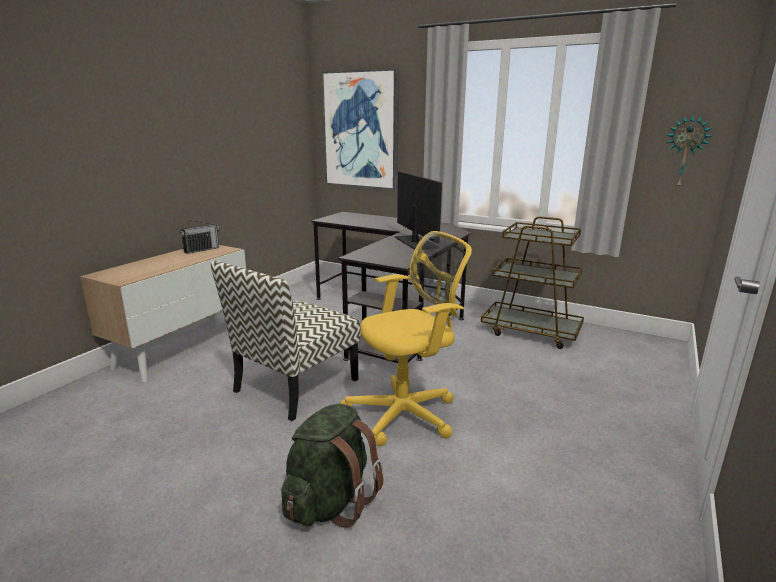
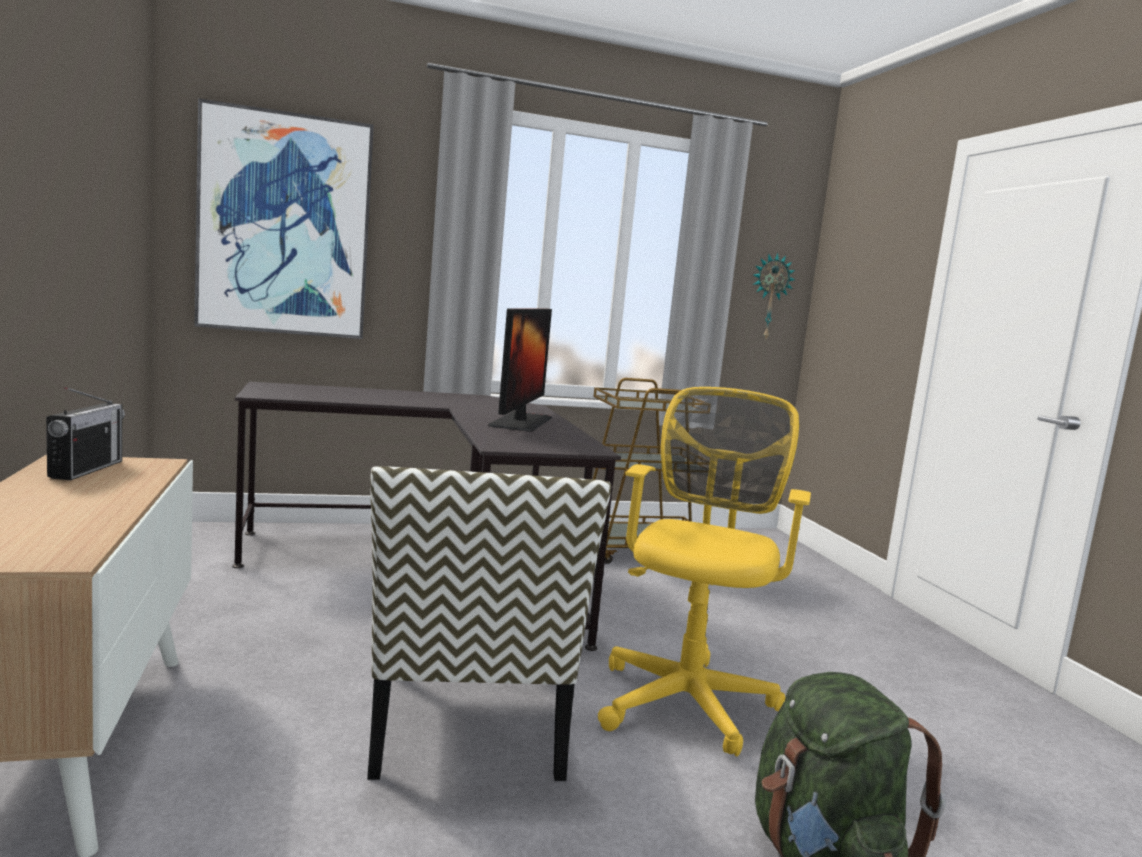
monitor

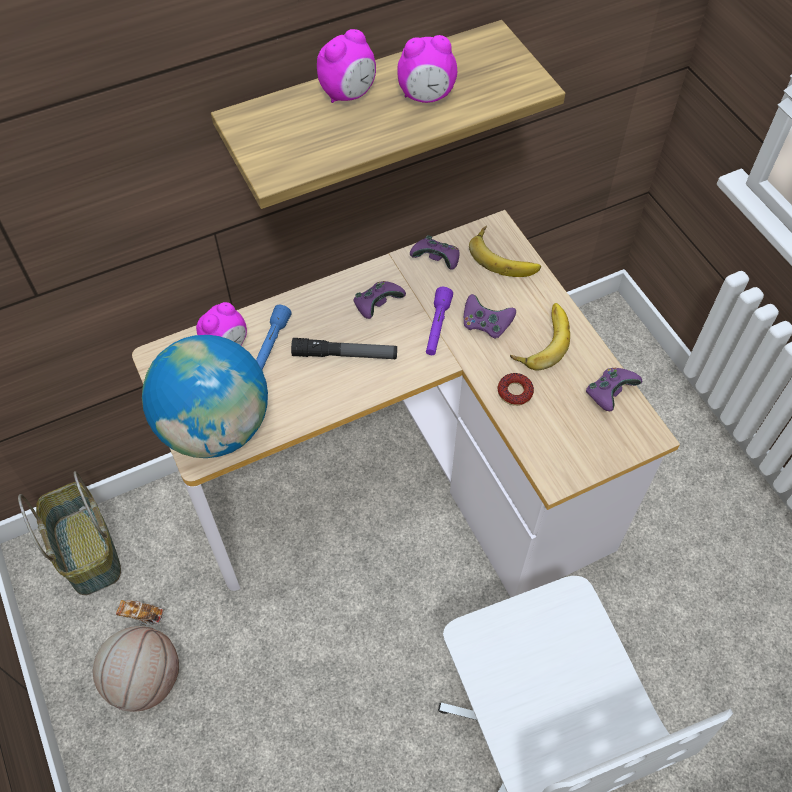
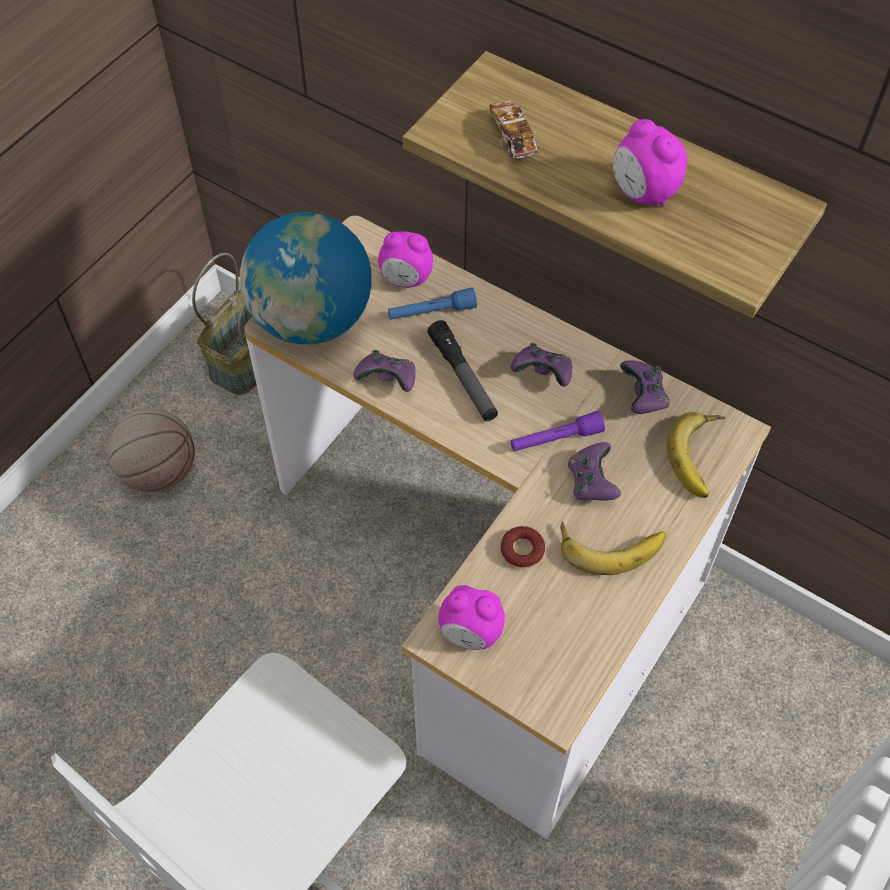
mando de consola [morado] (no. 1 from left)
despertador (no. 2 from left)
coche de juguete

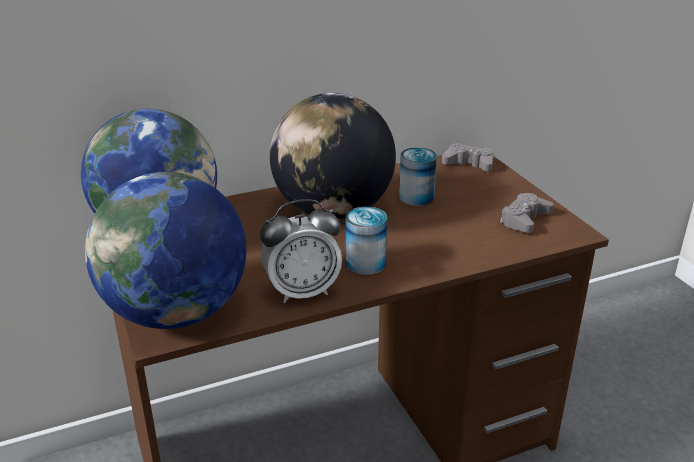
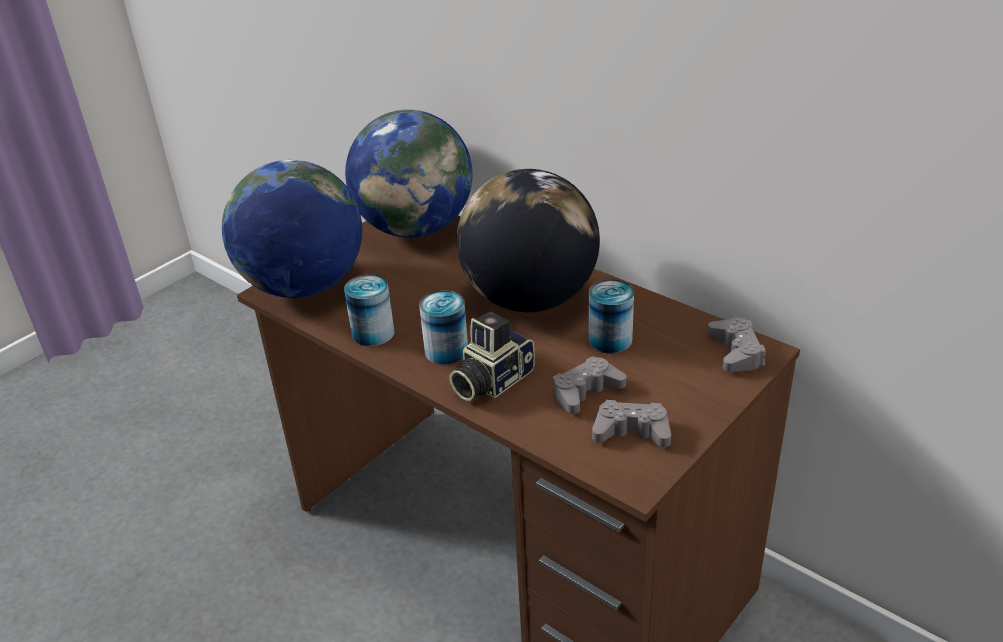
lata (no. 1 from left)
cámara
mando de consola [gris] (no. 1 from left)

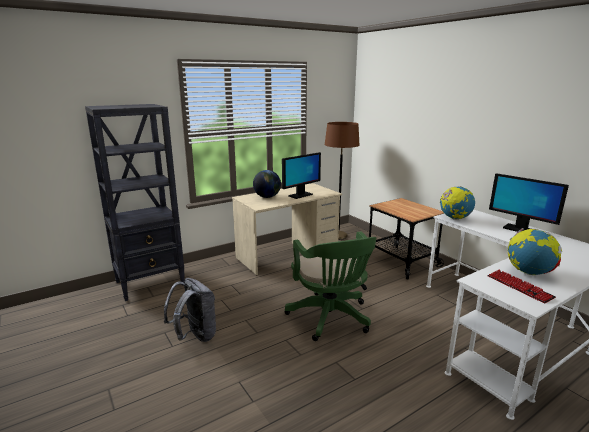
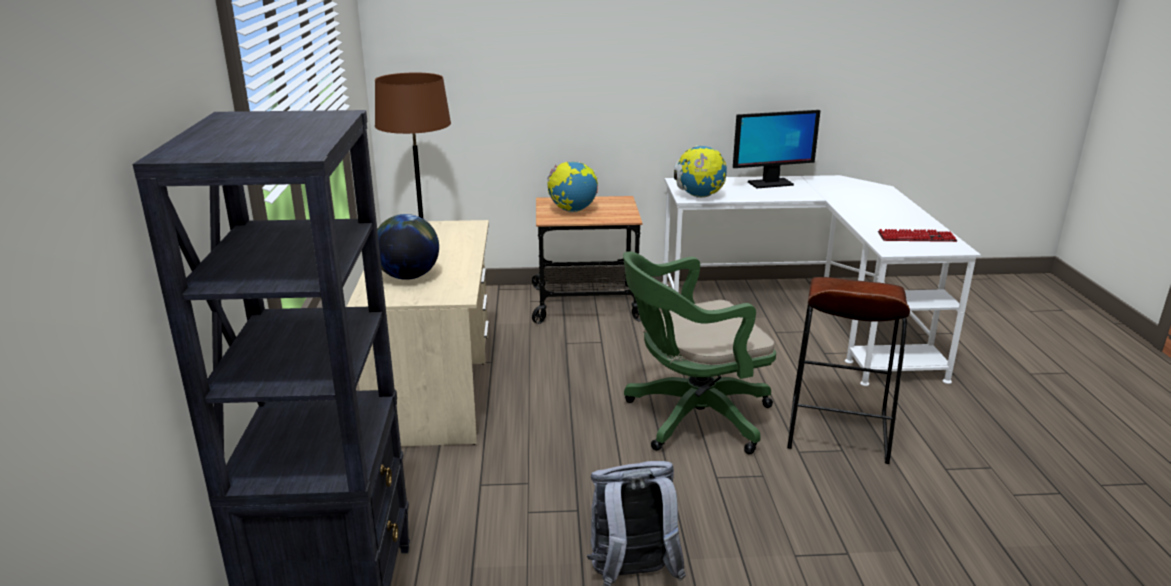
globo terráqueo (no. 2 from left)
silla de oficina [verde]
taburete [marrón]
monitor (no. 1 from left in the first image)

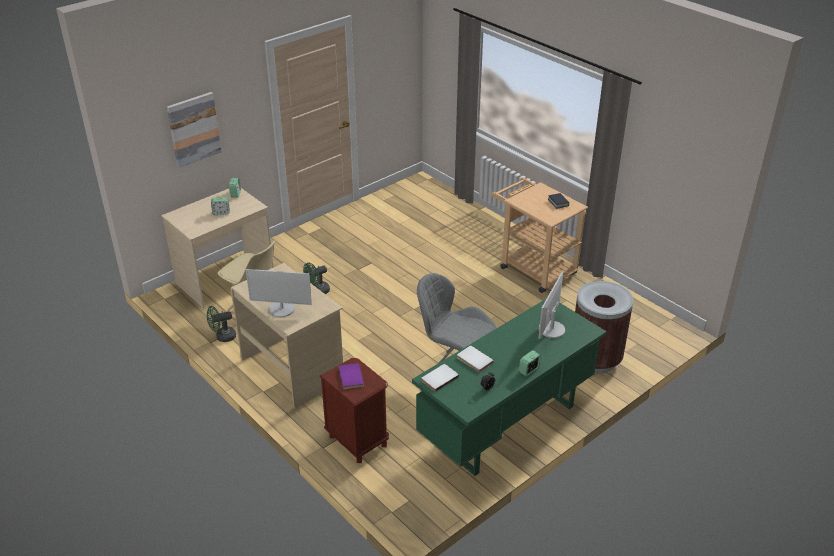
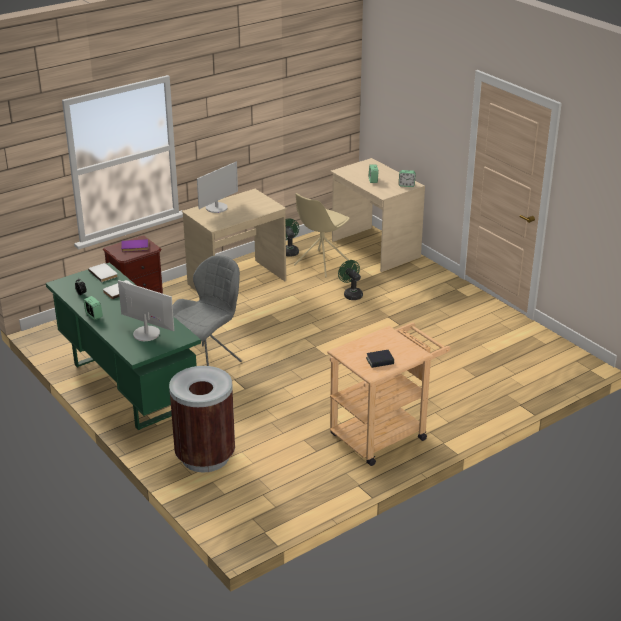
monitor (no. 2 from left)
cuadro

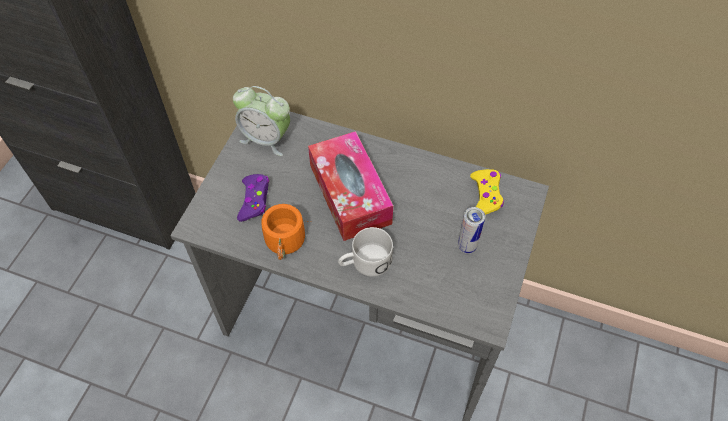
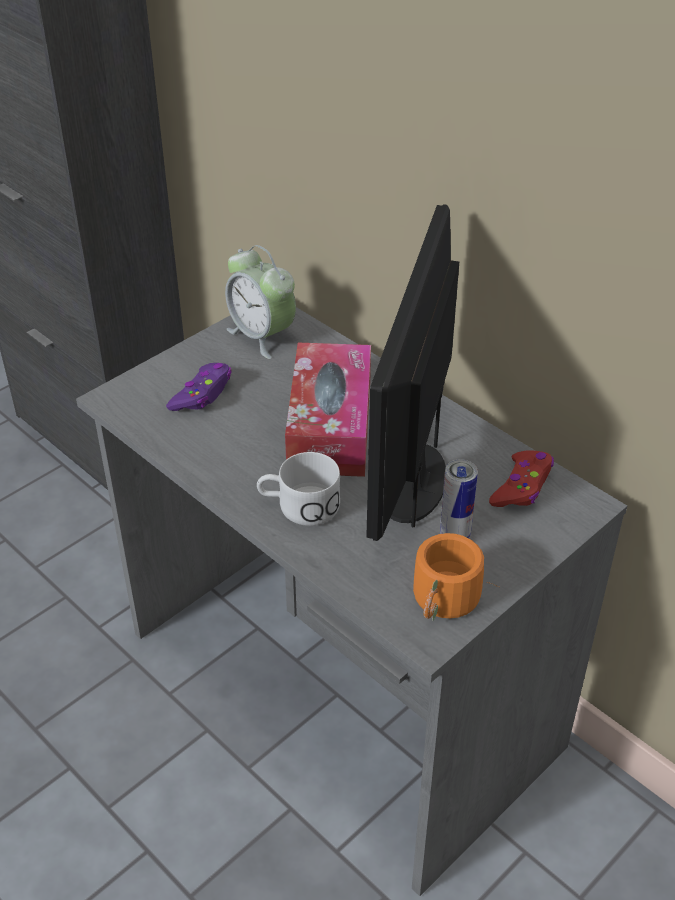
monitor
taza grande [naranja]
mando de consola [rojo]

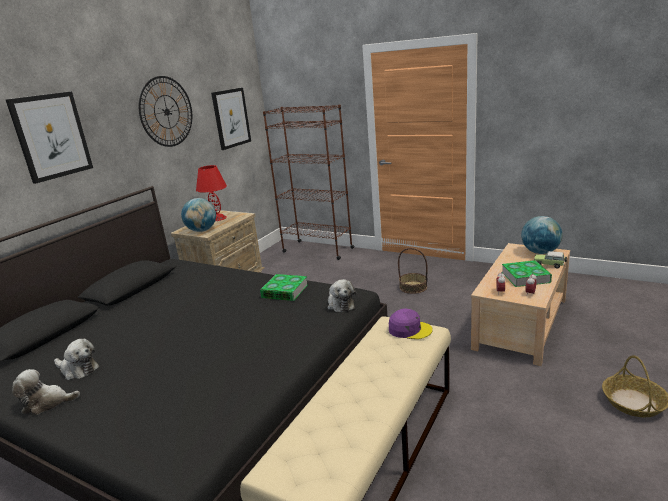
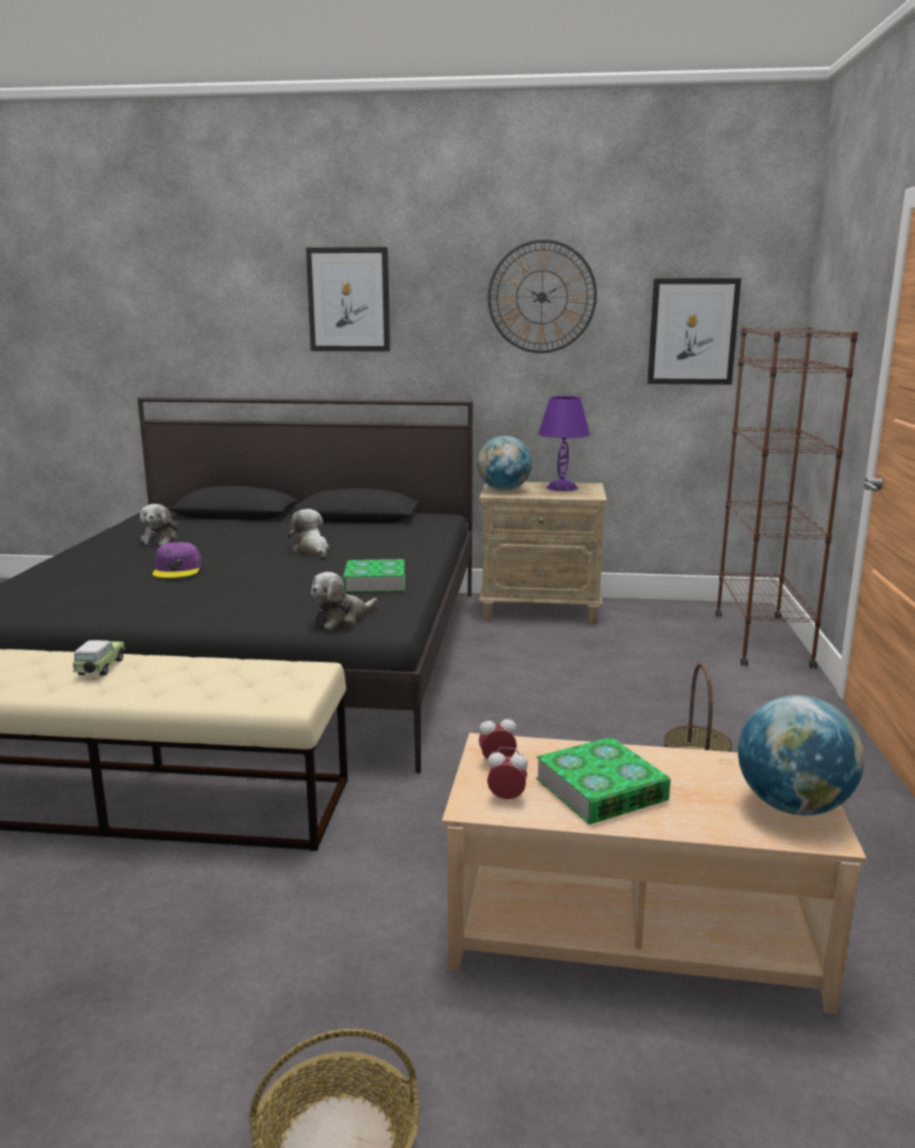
coche de juguete
gorra [morado]
peluche (no. 2 from left)
lámpara de mesa [morado]

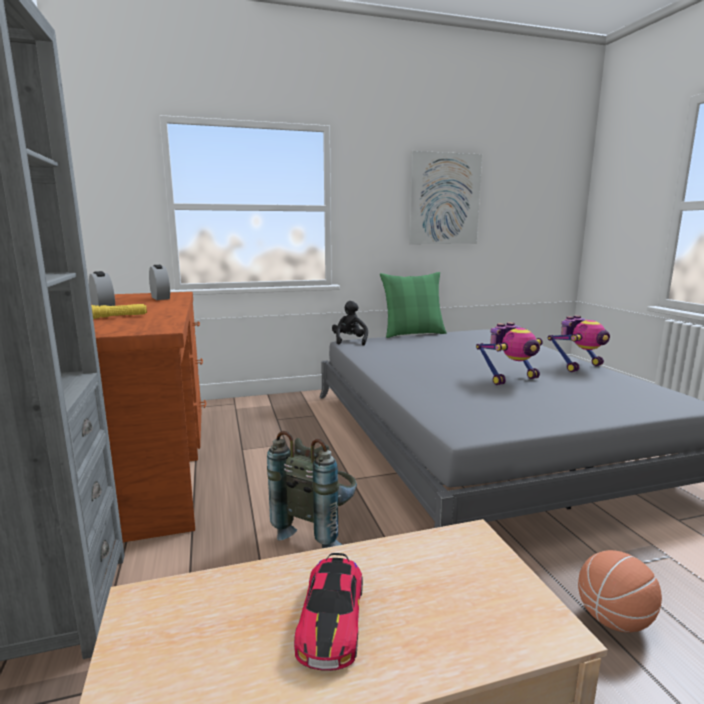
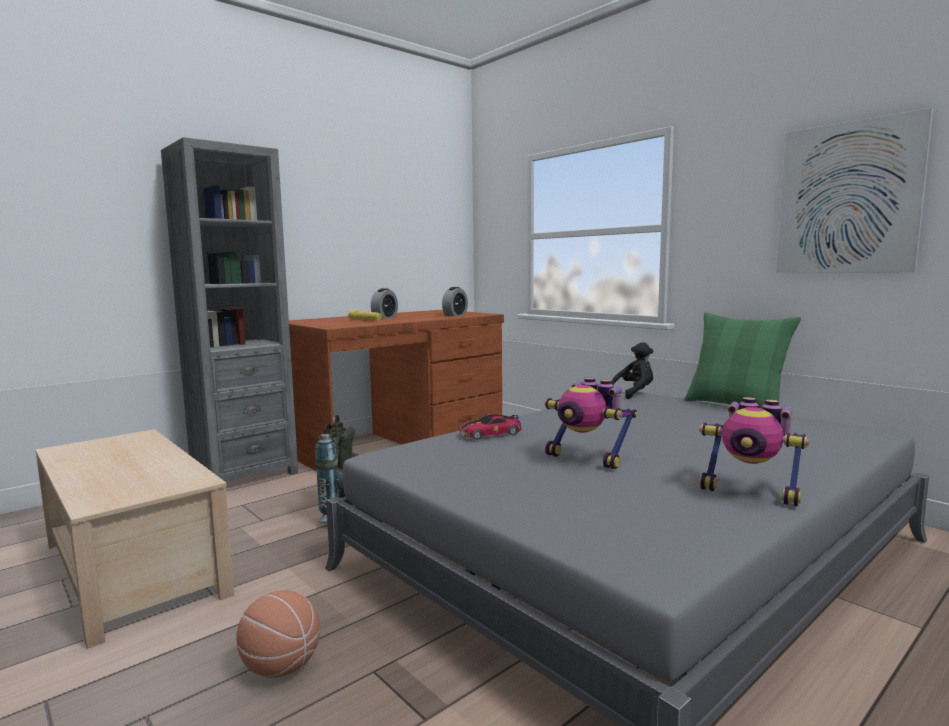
coche de juguete

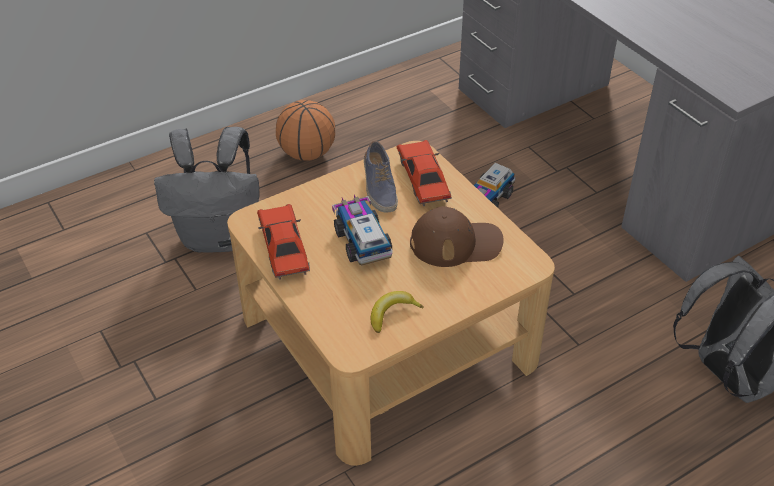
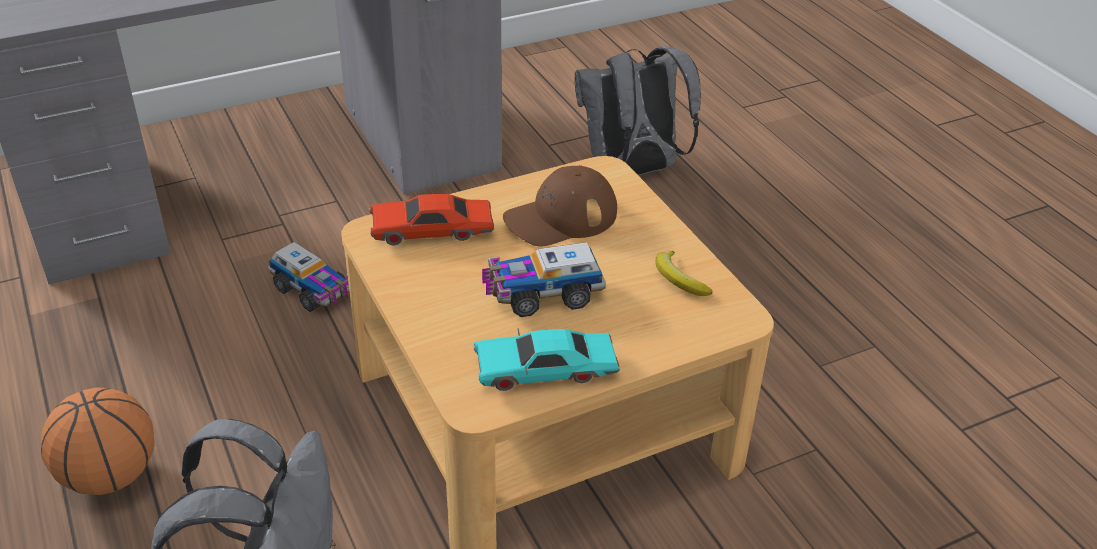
coche de juguete [turquesa]
gorra [marrón]
zapato

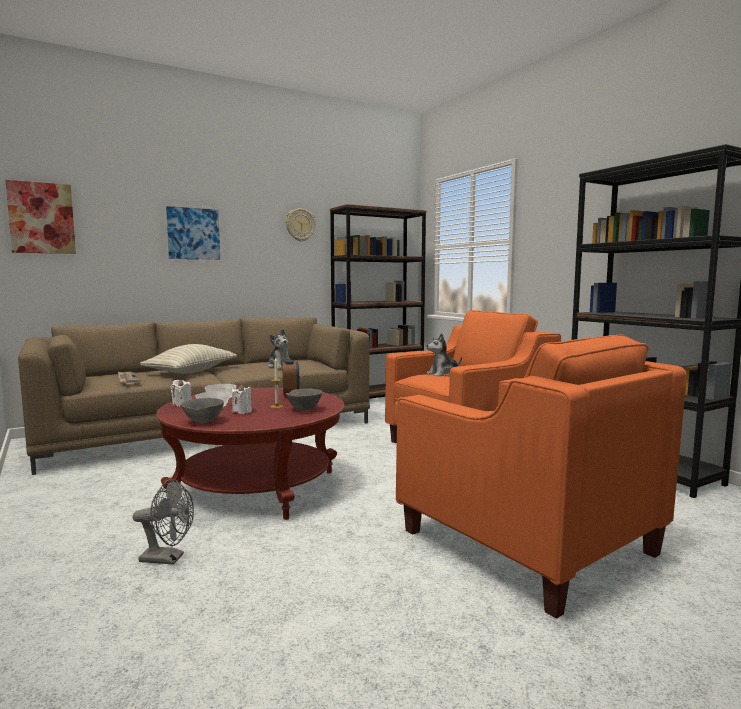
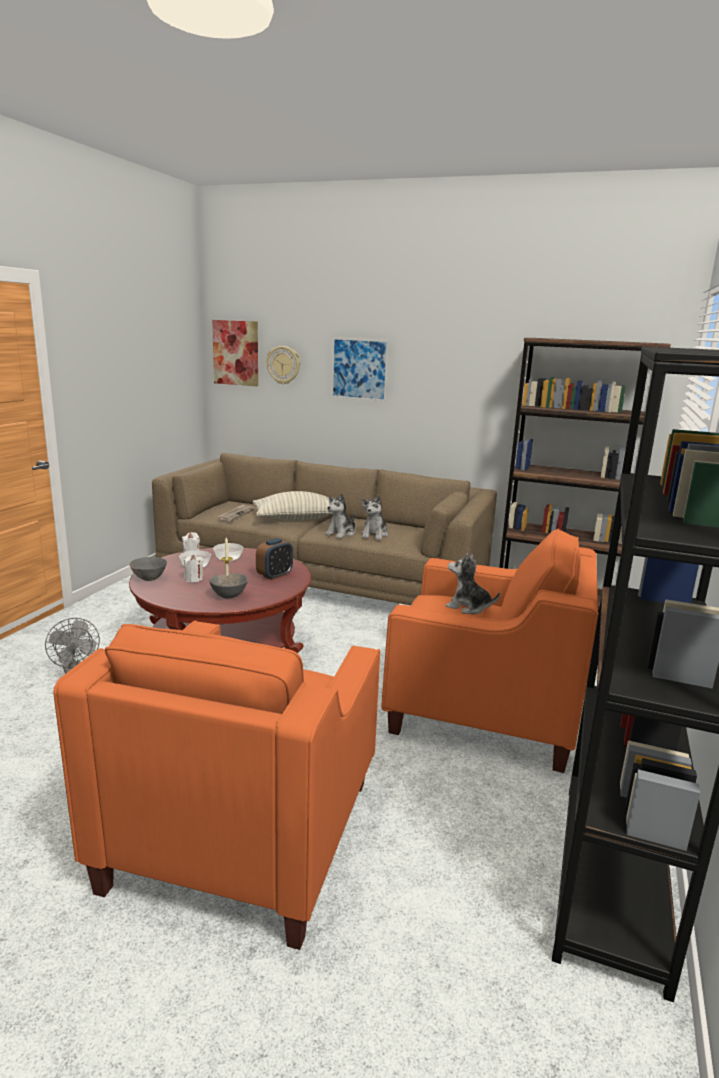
reloj de pared
peluche (no. 1 from left)

